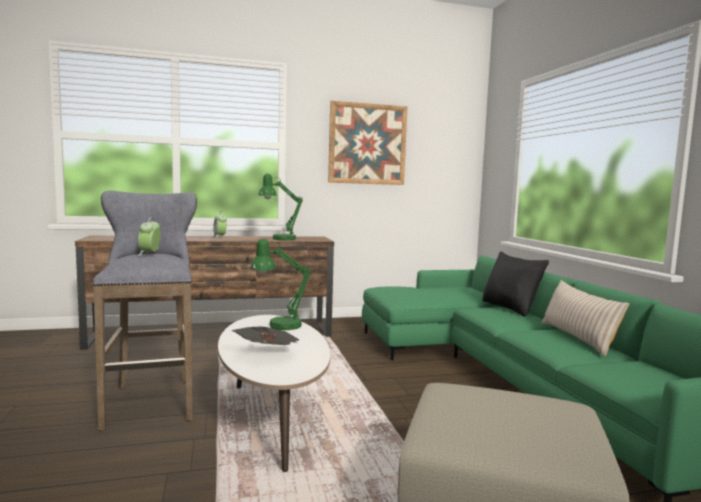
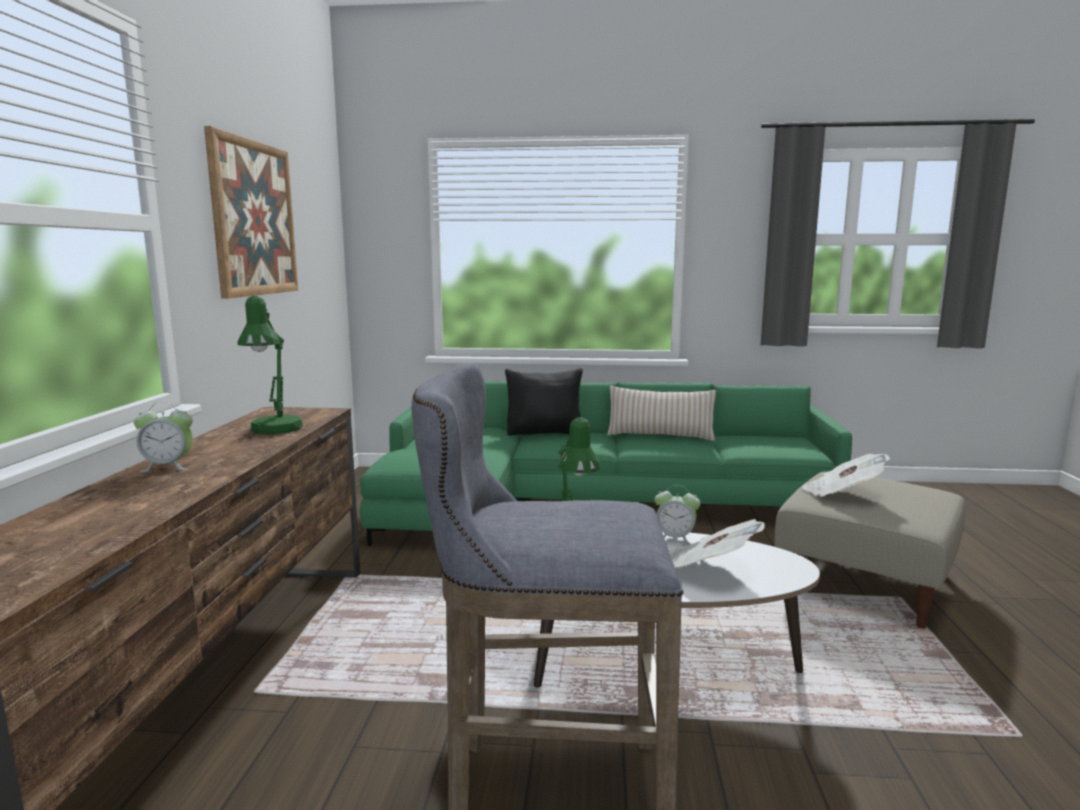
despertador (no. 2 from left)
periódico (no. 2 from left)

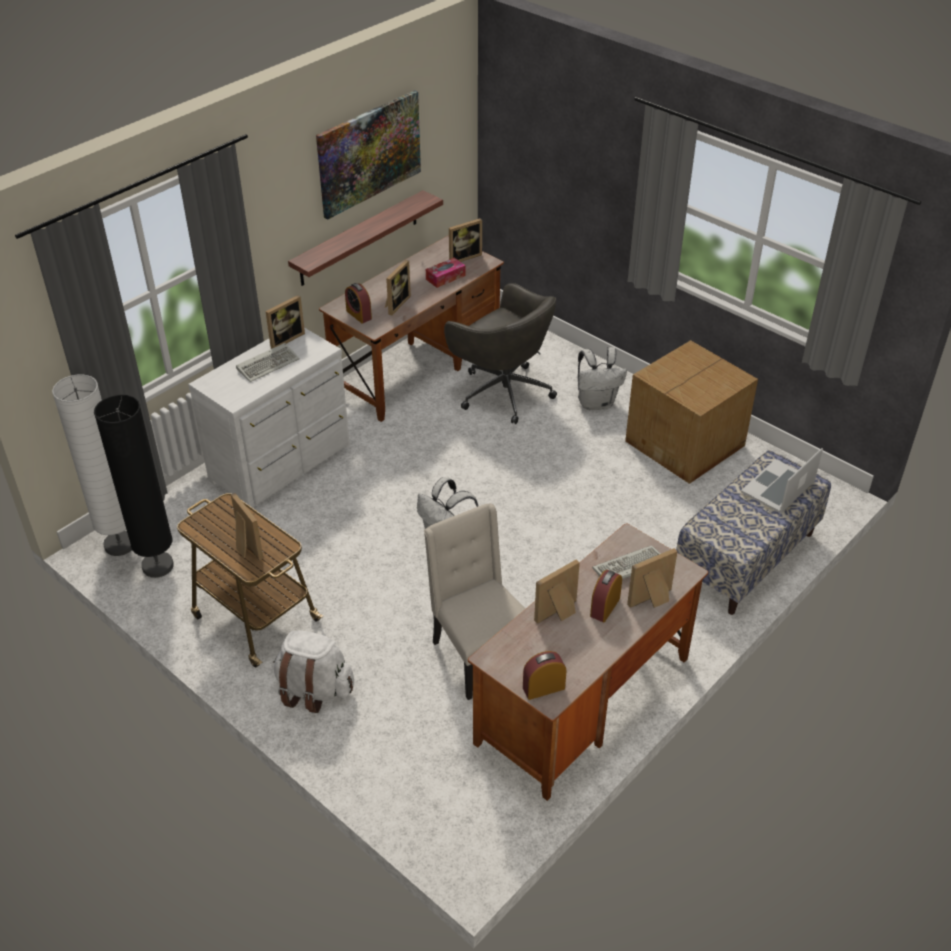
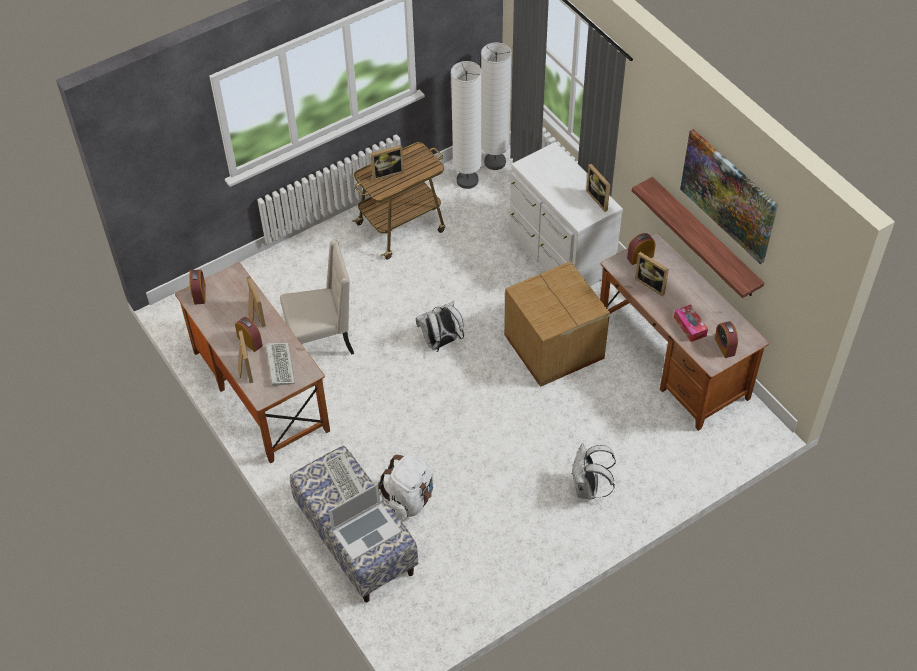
teclado (no. 2 from left)
portátil
mochila [blanco] (no. 1 from left)
lámpara de pie [blanco] (no. 1 from left)
caja de cartón
despertador (no. 4 from left)
silla de oficina [gris]

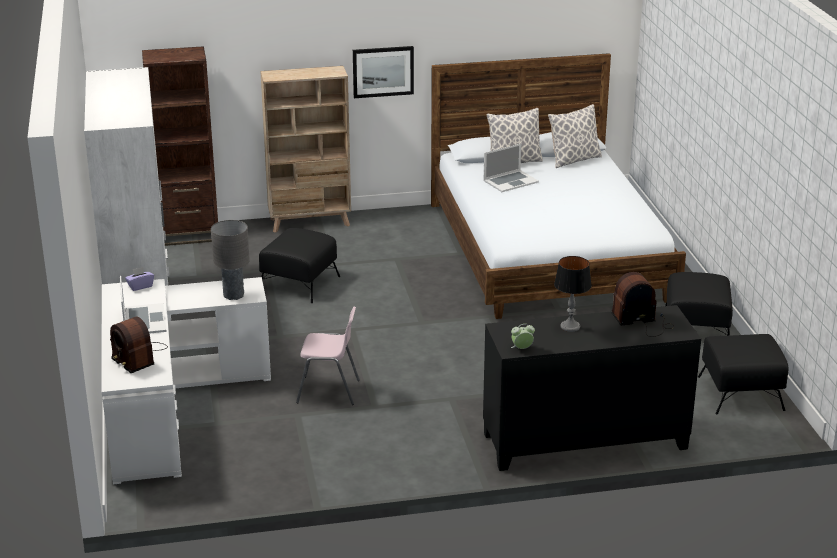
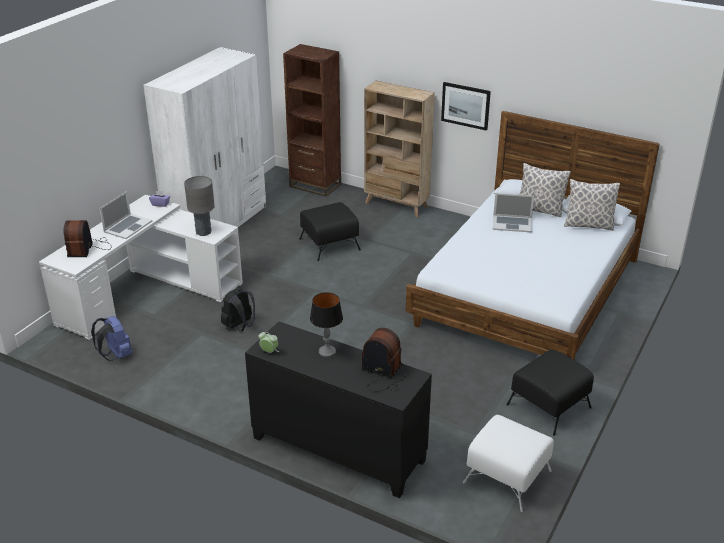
mochila [azul]
mochila [negro]
puf [blanco]

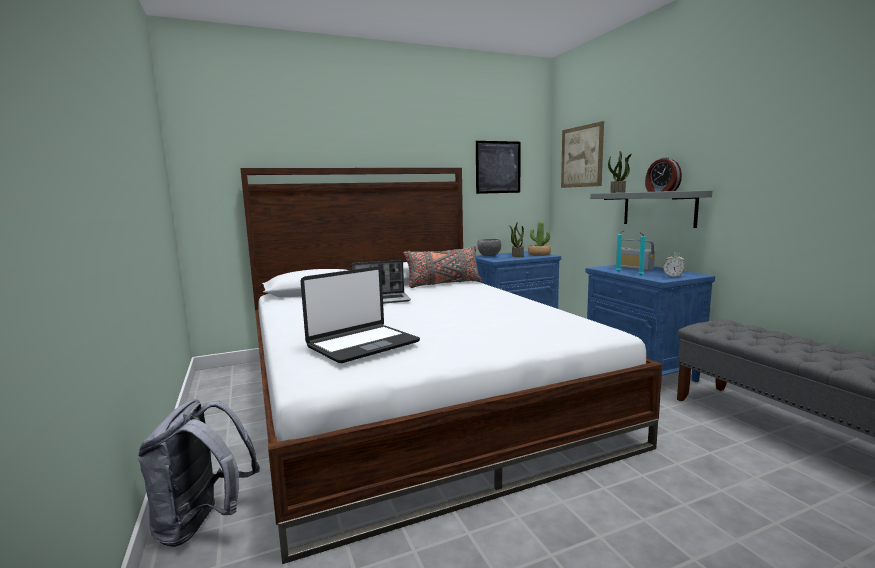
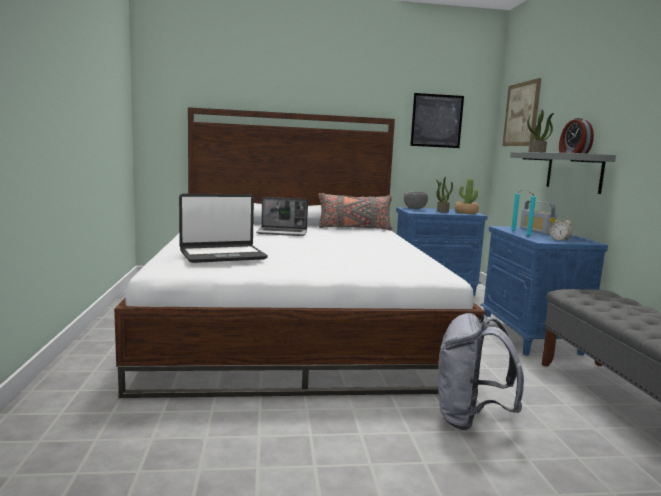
mochila [gris]

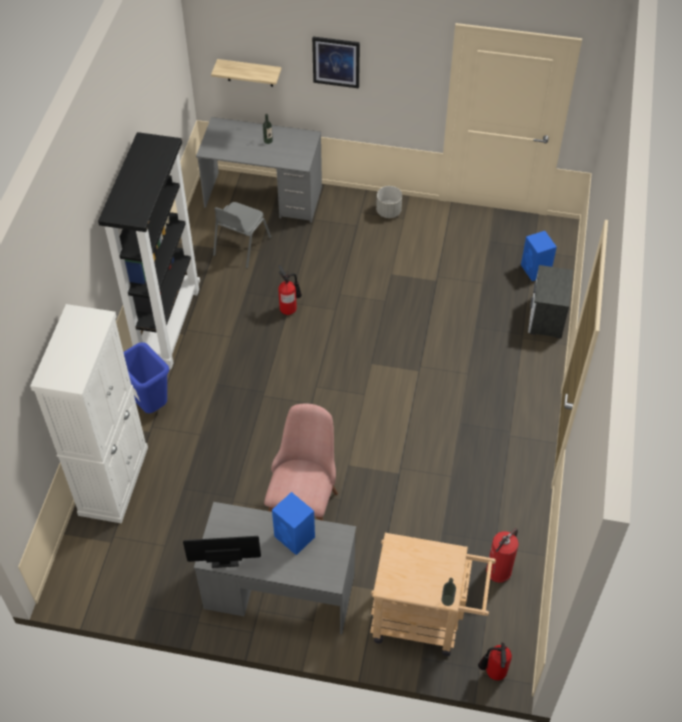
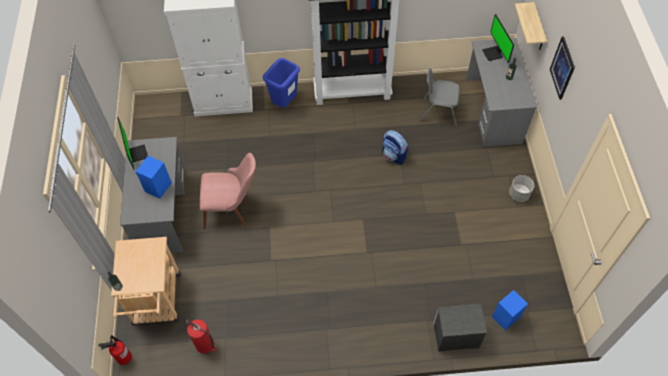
mochila
monitor (no. 2 from left)

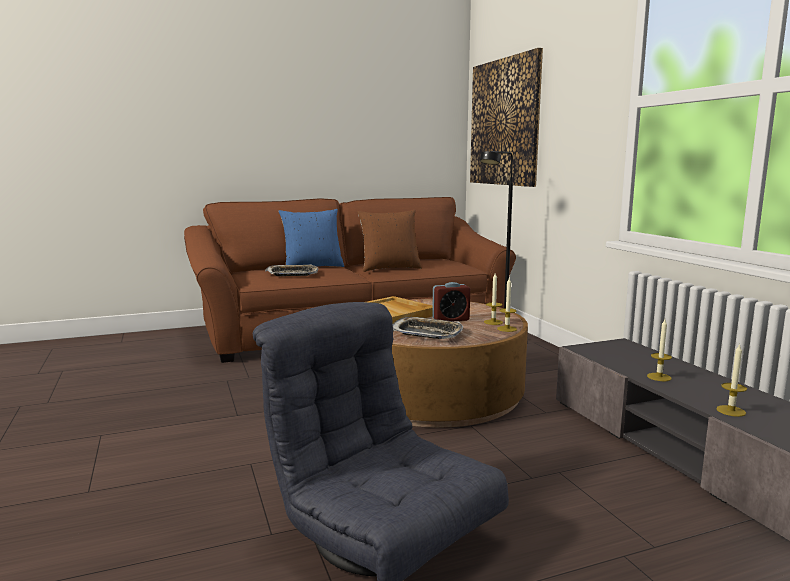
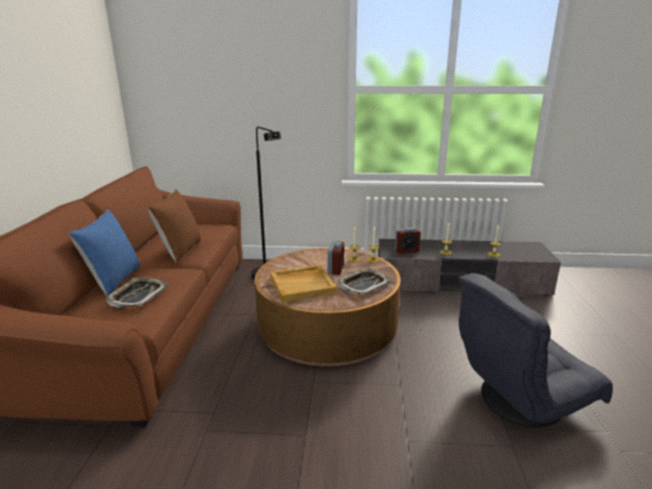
despertador (no. 2 from left)
cuadro

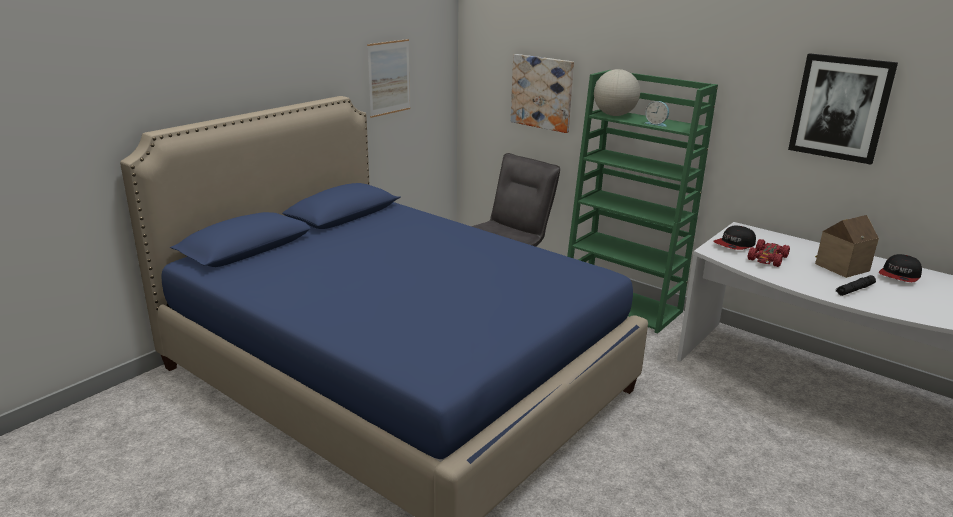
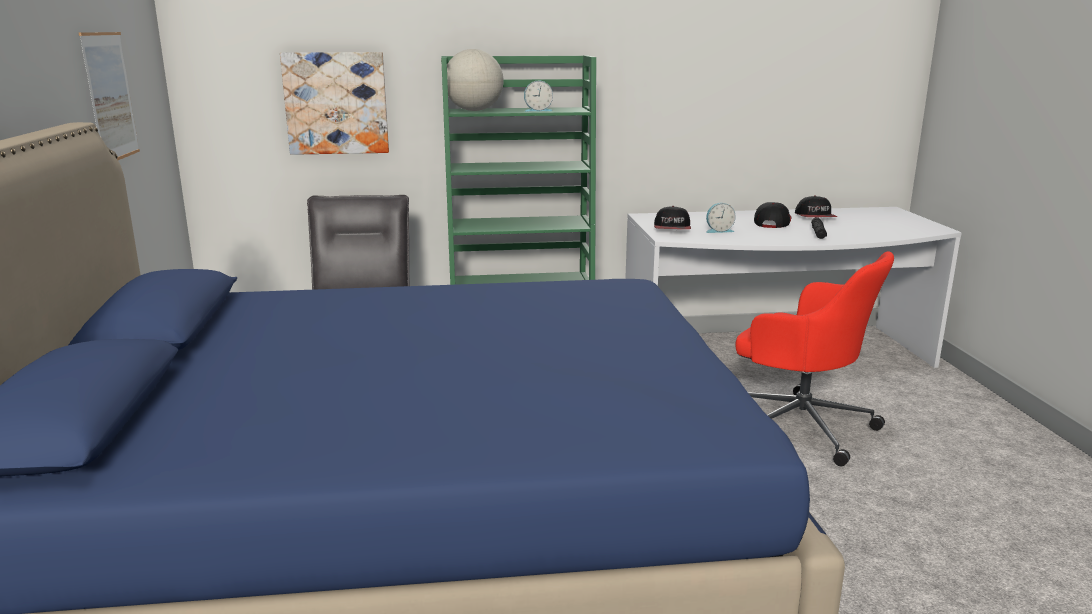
despertador (no. 2 from left)
silla de oficina [rojo]
gorra (no. 2 from left)
cuadro (no. 3 from left in the first image)

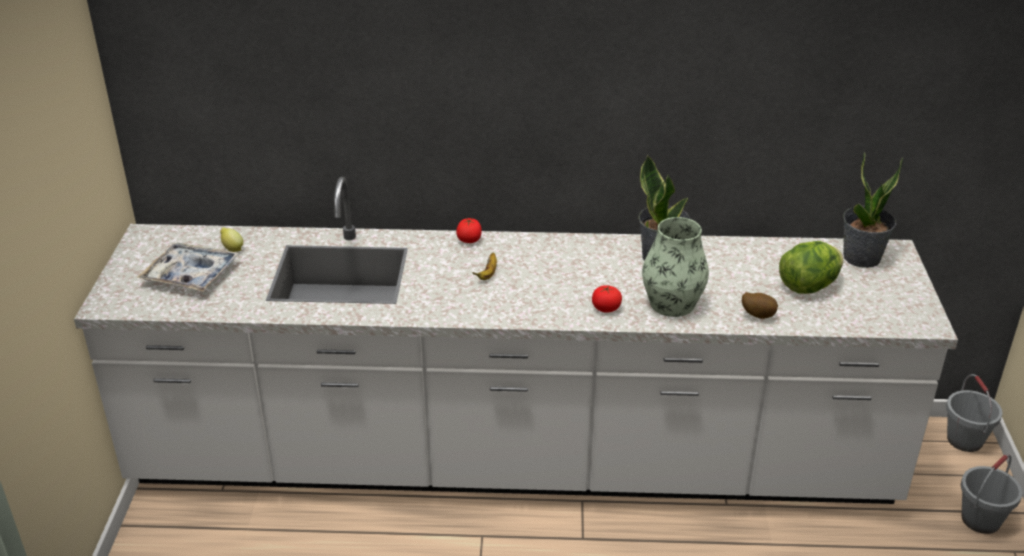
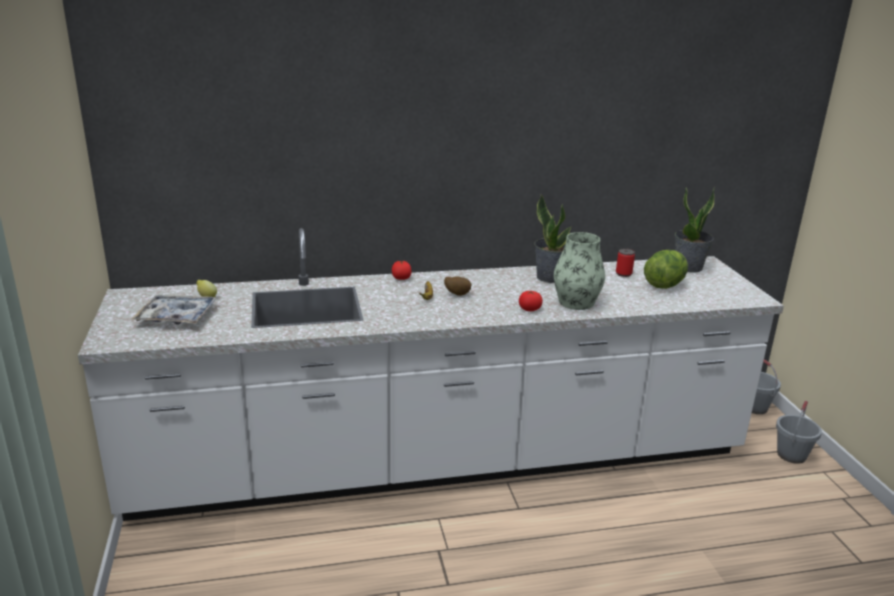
patata
lata

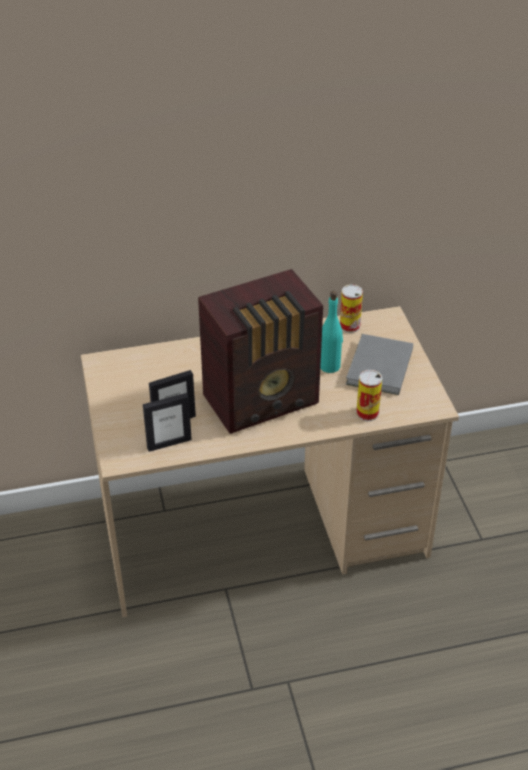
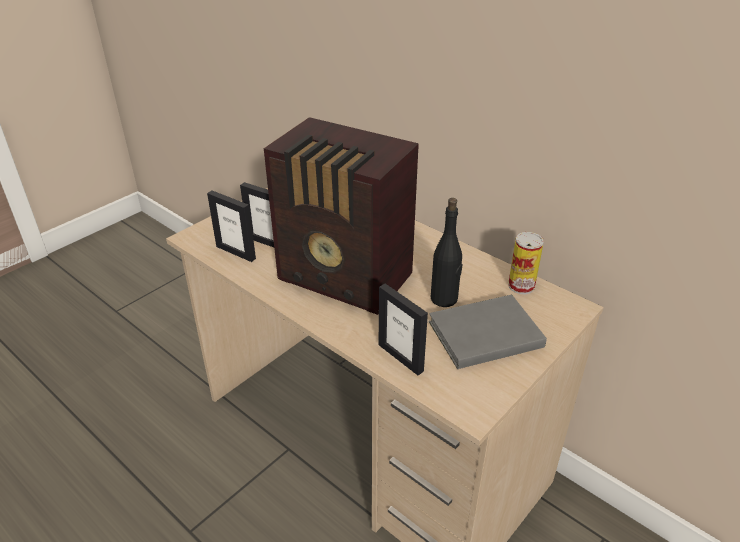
portarretratos (no. 3 from left)
botella [negro]

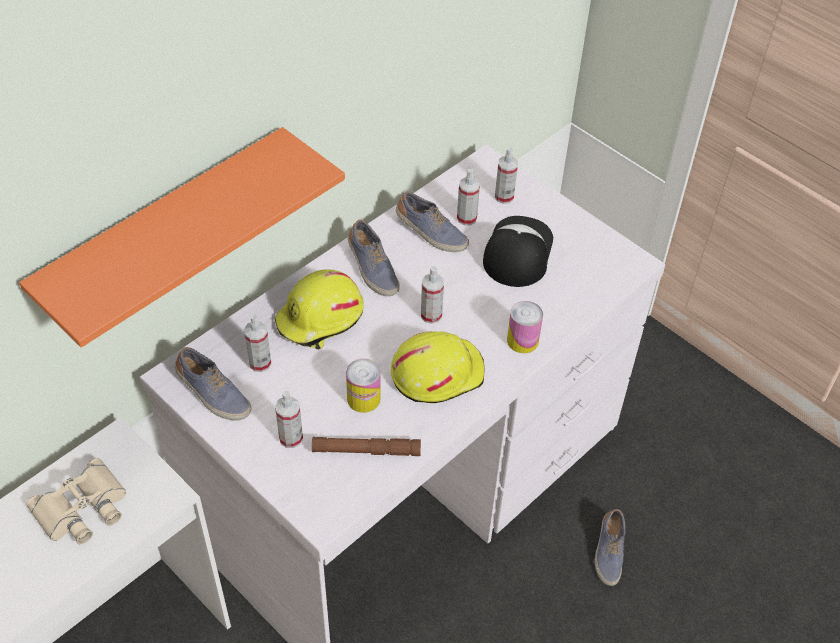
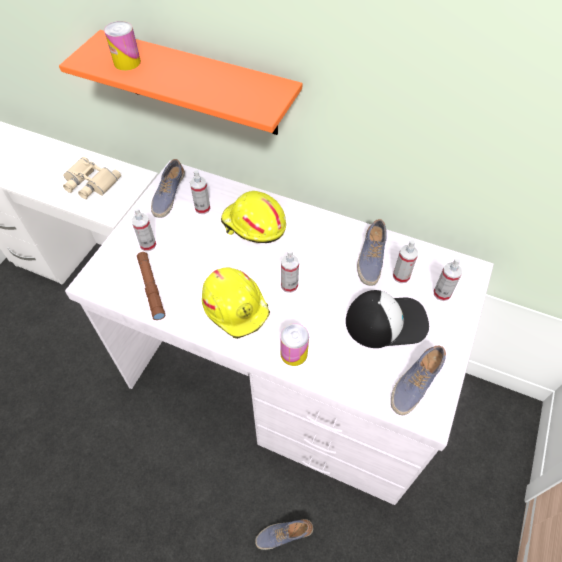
lata (no. 1 from left)
zapato (no. 4 from left)

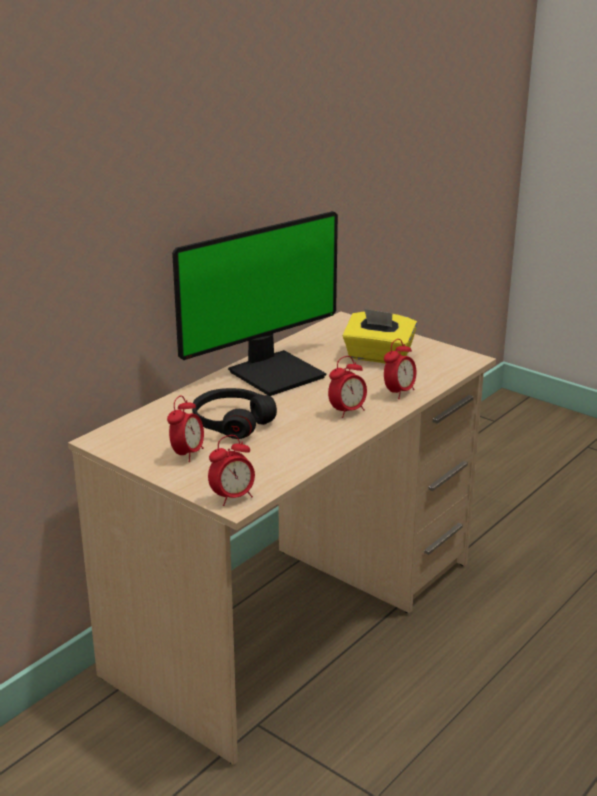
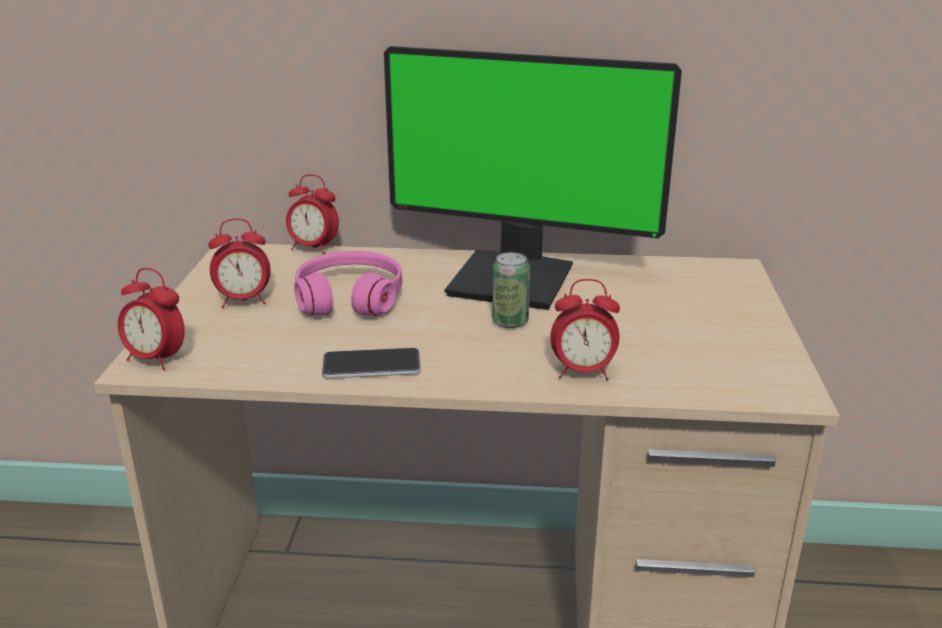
despertador (no. 3 from left)
auriculares [rosa]
móvil
lata
caja de pañuelos [amarillo]

